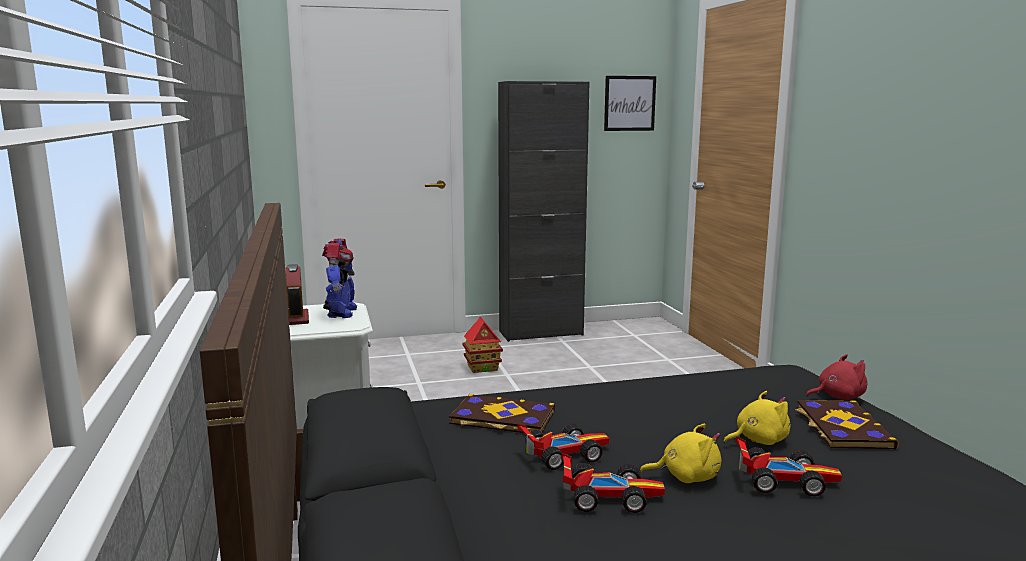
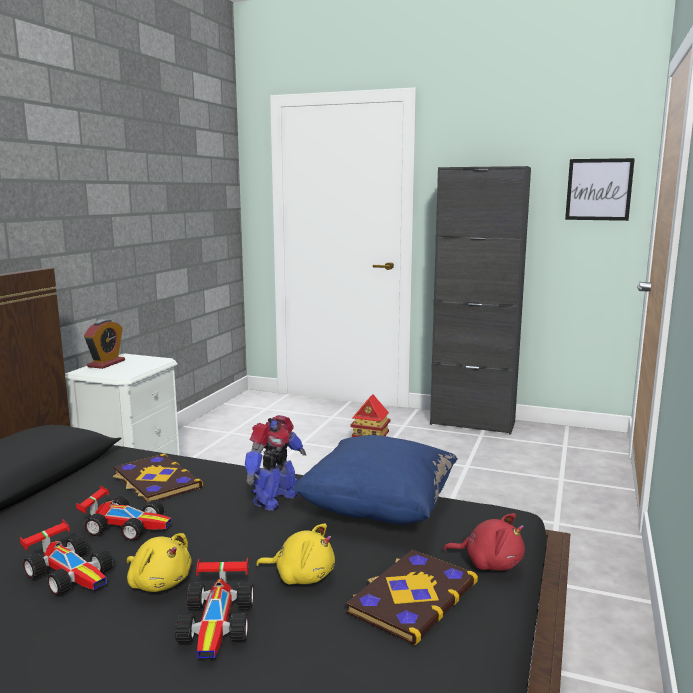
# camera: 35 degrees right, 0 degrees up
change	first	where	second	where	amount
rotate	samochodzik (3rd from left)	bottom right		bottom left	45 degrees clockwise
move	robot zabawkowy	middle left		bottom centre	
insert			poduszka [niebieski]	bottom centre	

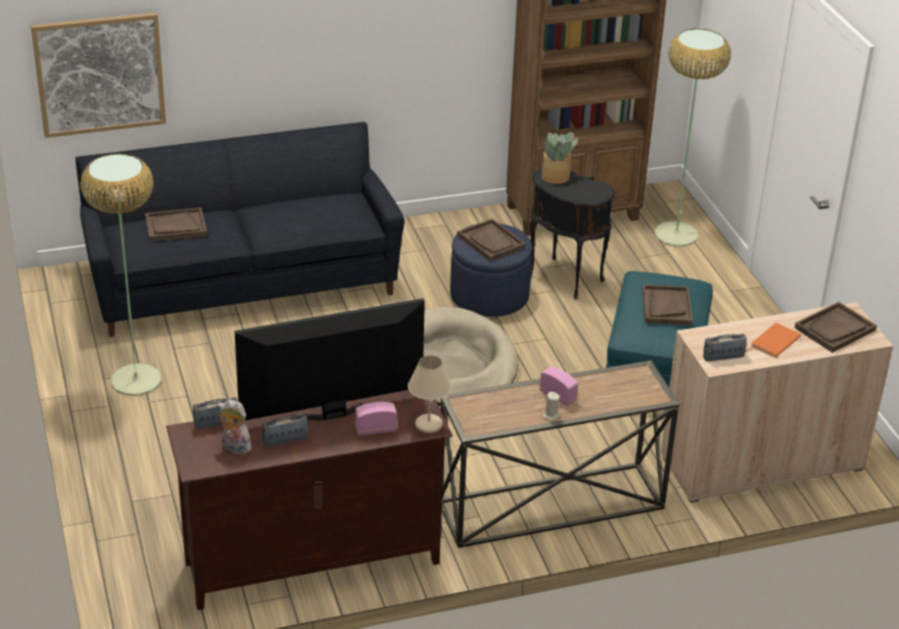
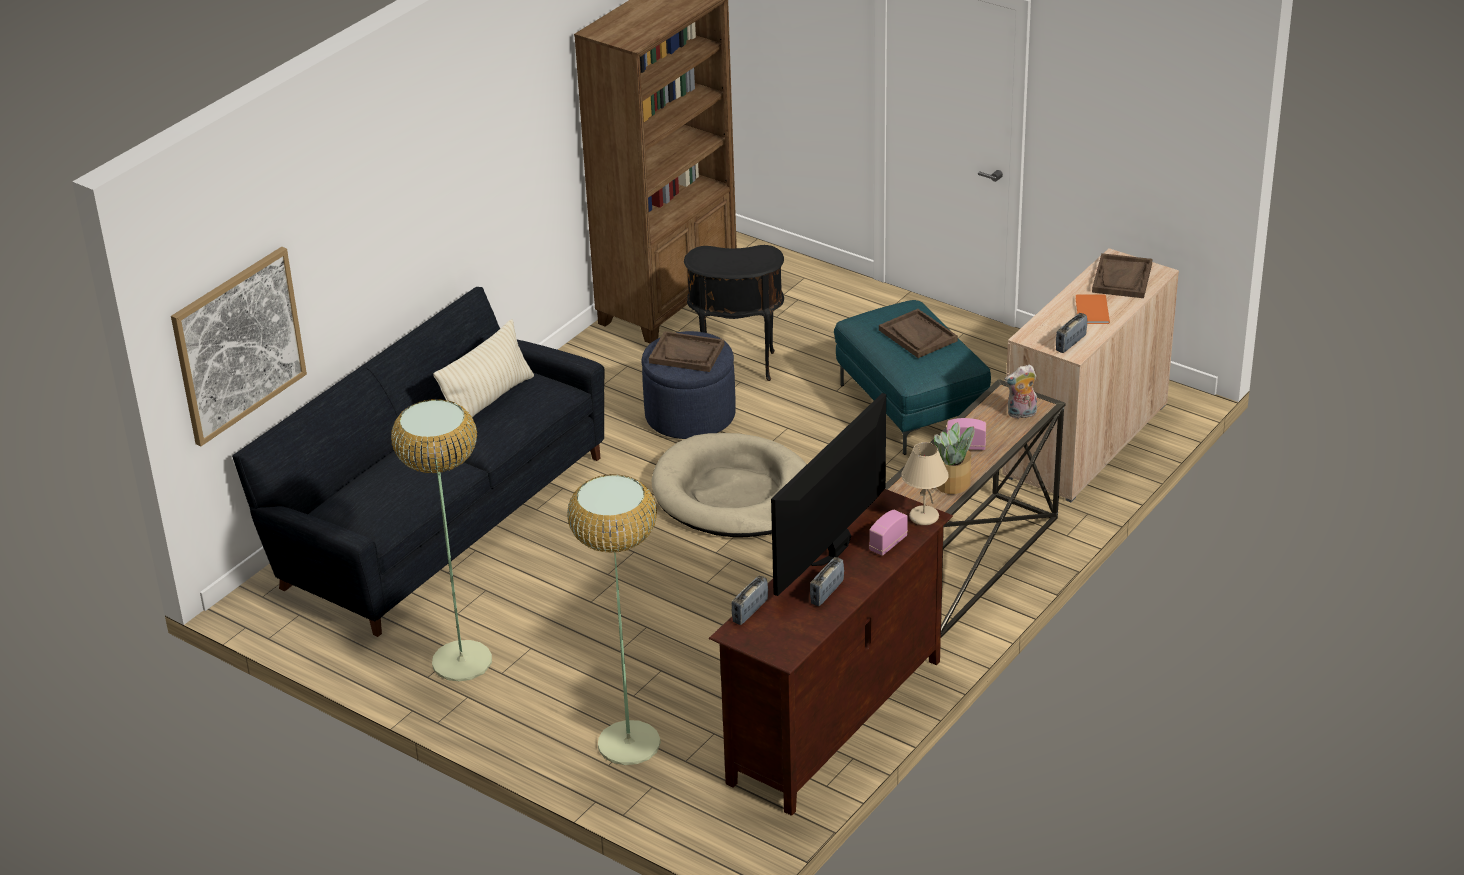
# camera: 35 degrees left, 0 degrees up
change	first	where	second	where	amount
insert			poduszka [beżowy]	middle left	
move	lampa stojąca (2nd from left)	top right		bottom centre	
move	roślina doniczkowa	top centre		centre	
move	pluszak	bottom left		middle right	
delete	taca [brązowy] (1st from left)	middle left			
delete	świeca [beżowy]	centre			

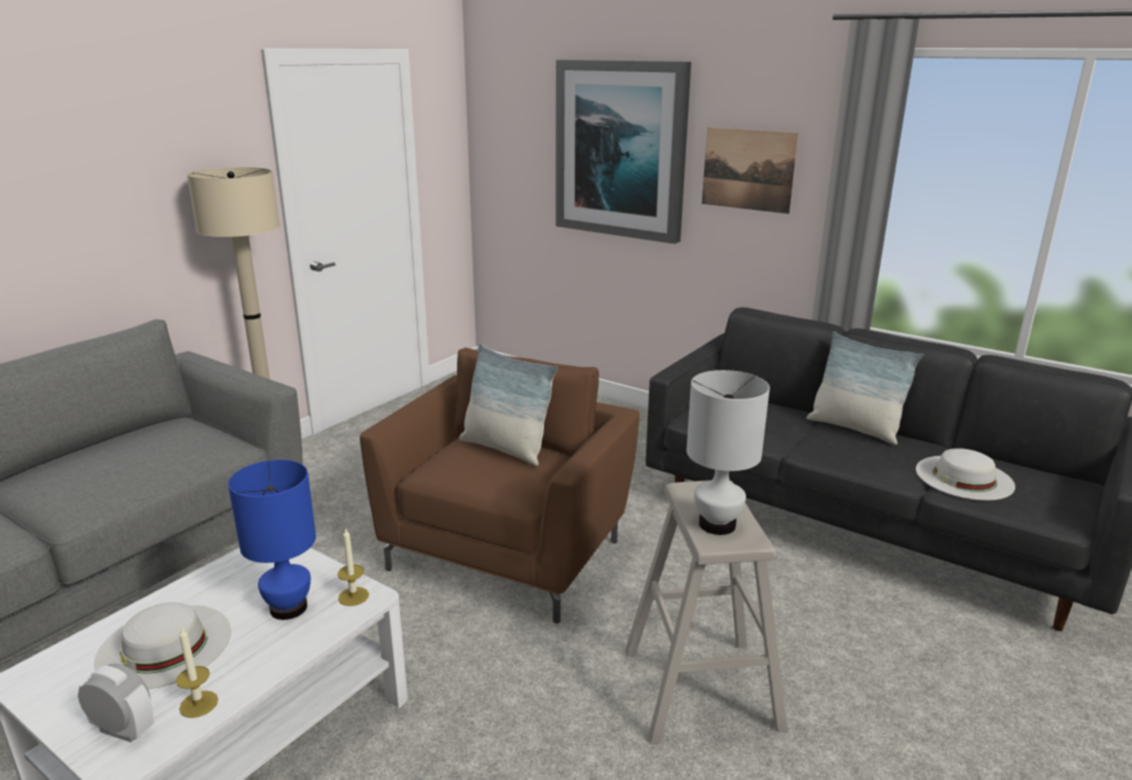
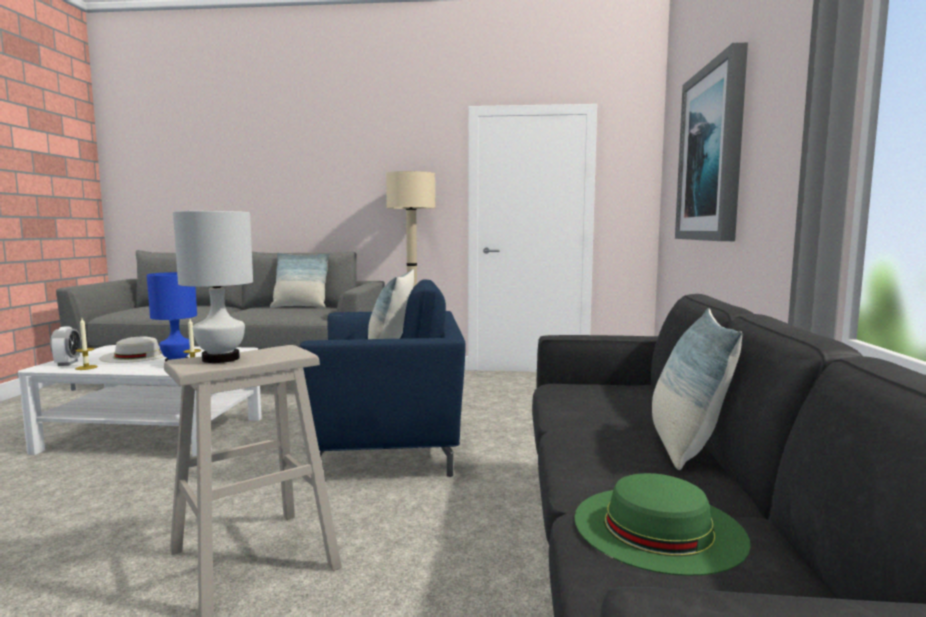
# camera: 60 degrees right, 15 degrees down
change	first	where	second	where	amount
insert			poduszka (1st from left)	middle left	
recolor	fotel [brązowy]	centre	fotel [niebieski]	centre	
recolor	kapelusz [biały] (2nd from left)	middle right	kapelusz [zielony]	bottom right	
delete	obraz (2nd from left)	top centre			

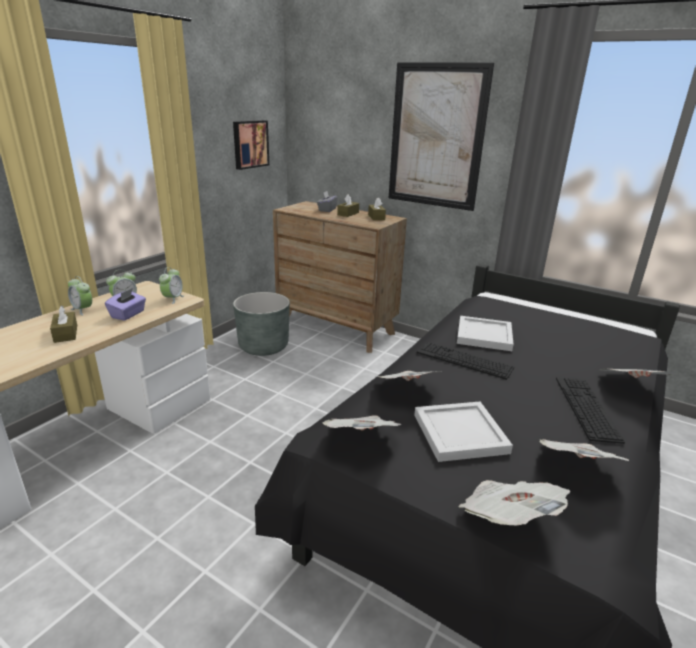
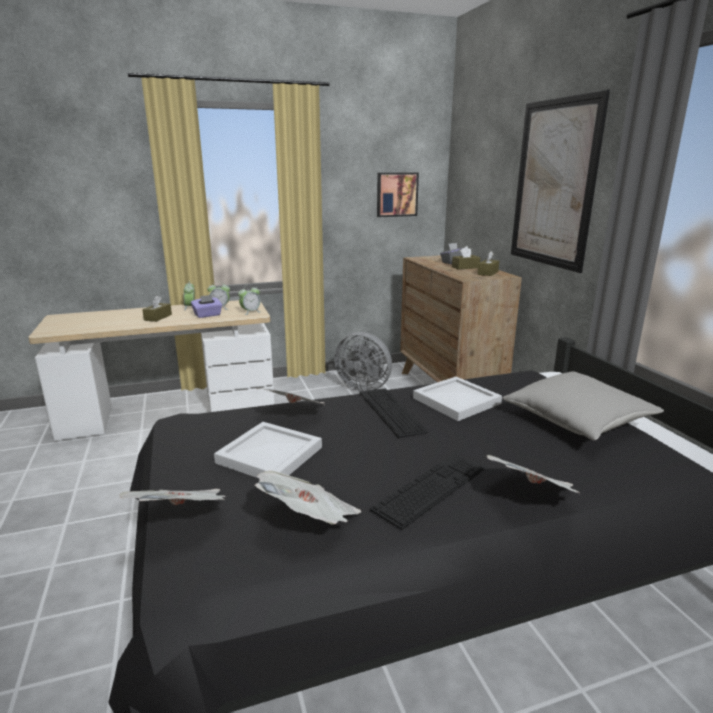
# camera: 40 degrees right, 5 degrees down
change	first	where	second	where	amount
replace	donica [szary]	centre	wentylator [szary]	centre	
insert			poduszka [szary]	middle right	
delete	gazeta (1st from left)	centre			

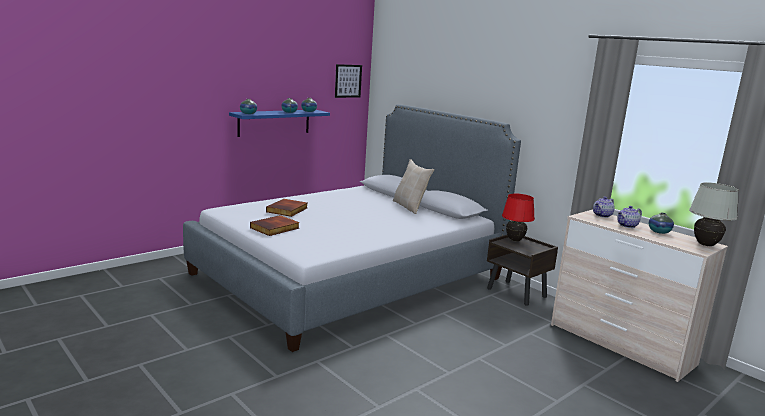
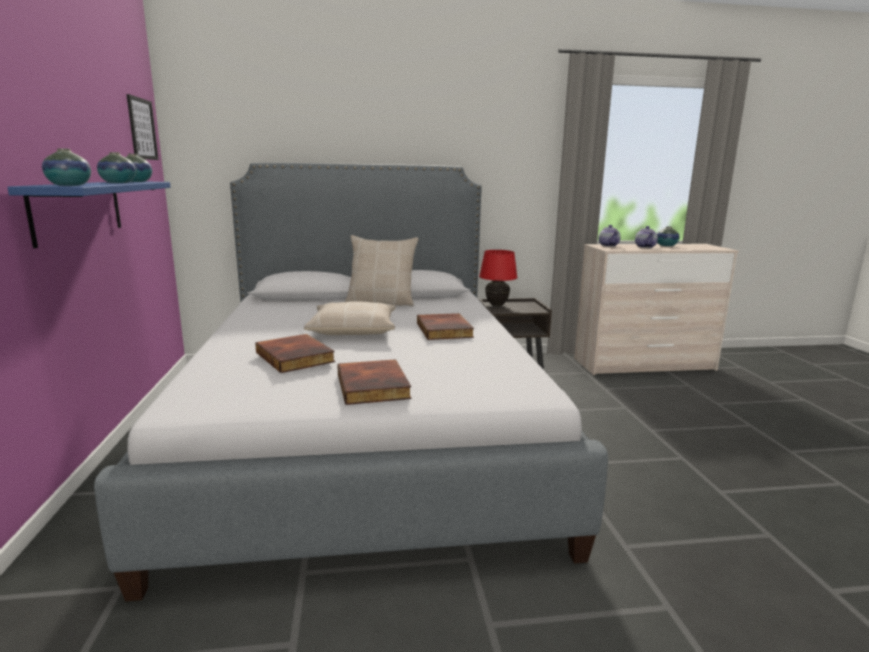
# camera: 55 degrees left, 0 degrees up
change	first	where	second	where	amount
insert			poduszka [beżowy] (1st from left)	centre	
insert			książka (3rd from left)	centre	
delete	lampa stołowa [biały]	middle right			

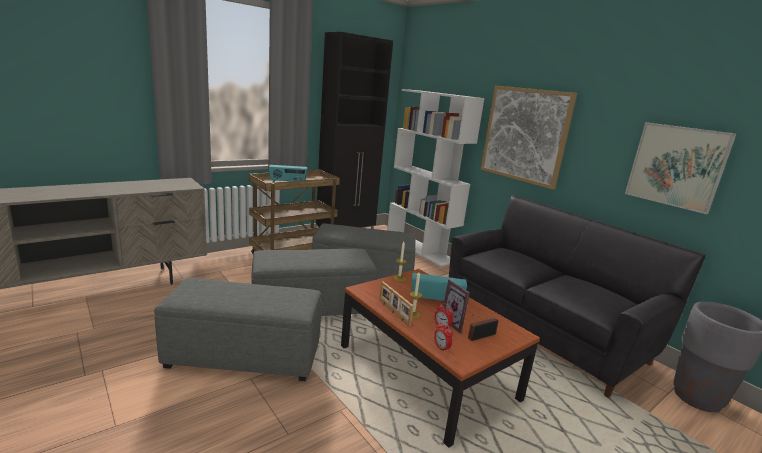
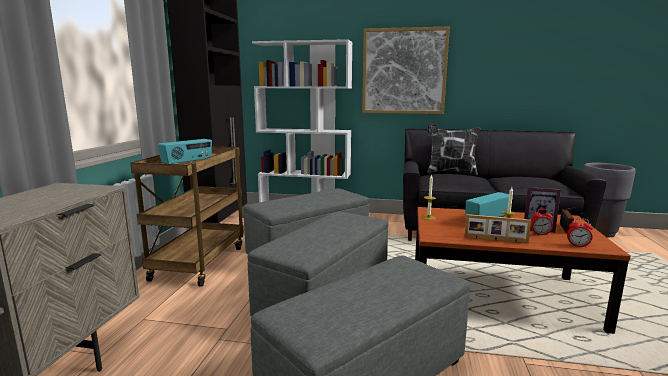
# camera: 40 degrees left, 5 degrees down
change	first	where	second	where	amount
insert			poduszka	middle right	
delete	obraz (2nd from left)	middle right			

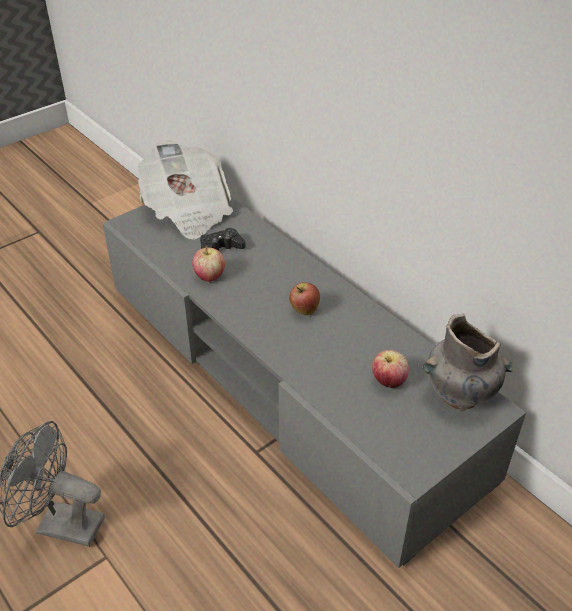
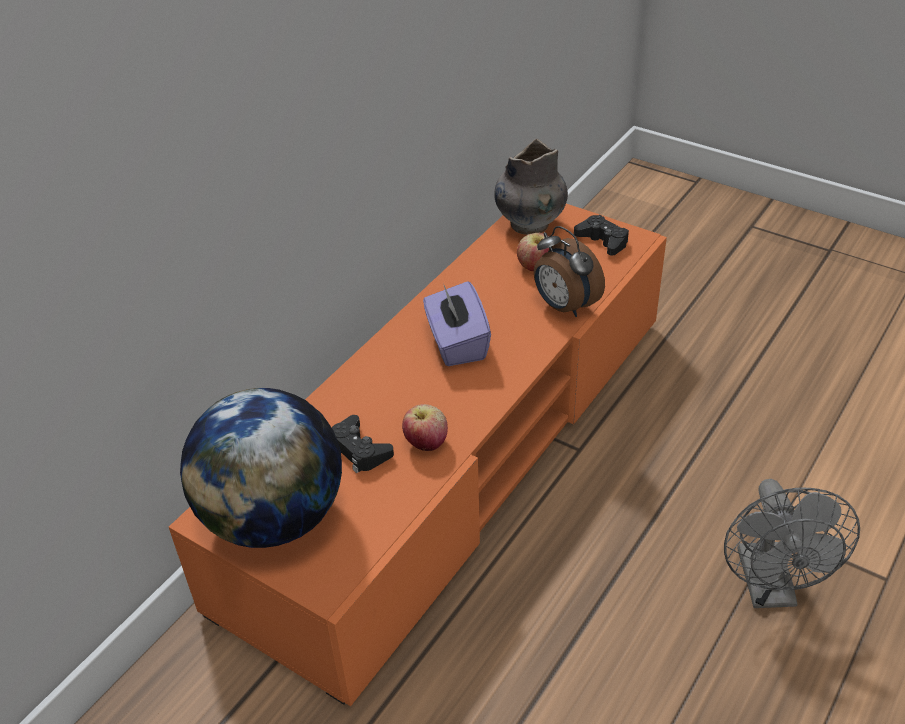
# camera: 105 degrees left, 0 degrees up
change	first	where	second	where	amount
recolor	szafka pod telewizor [szary]	centre	szafka pod telewizor [pomarańczowy]	centre	
replace	gazeta	top left	globus	middle left	
replace	jabłko (2nd from left)	centre	pudełko chusteczek [fioletowy]	centre	
insert			budzik	centre	
insert			pad do gier [czarny] (2nd from left)	top centre	

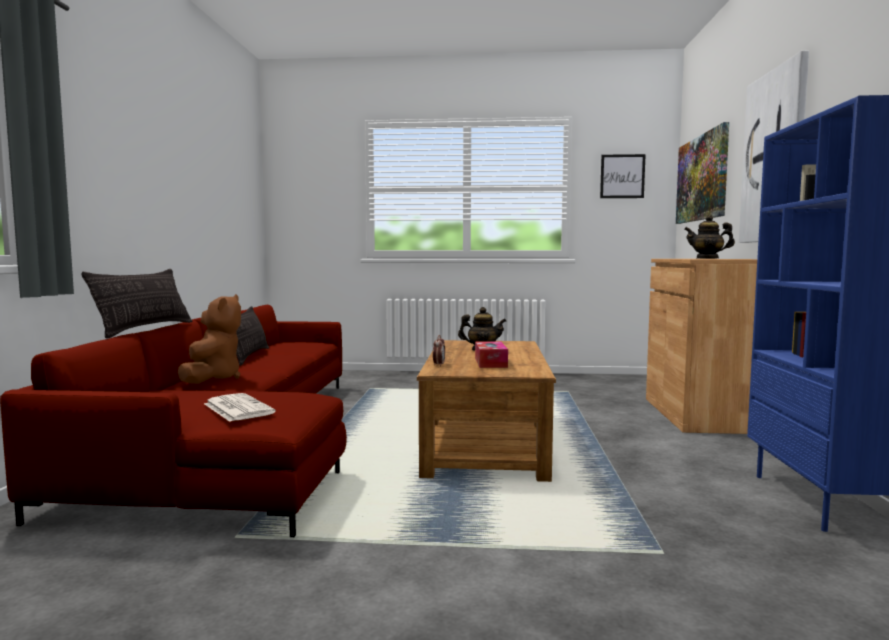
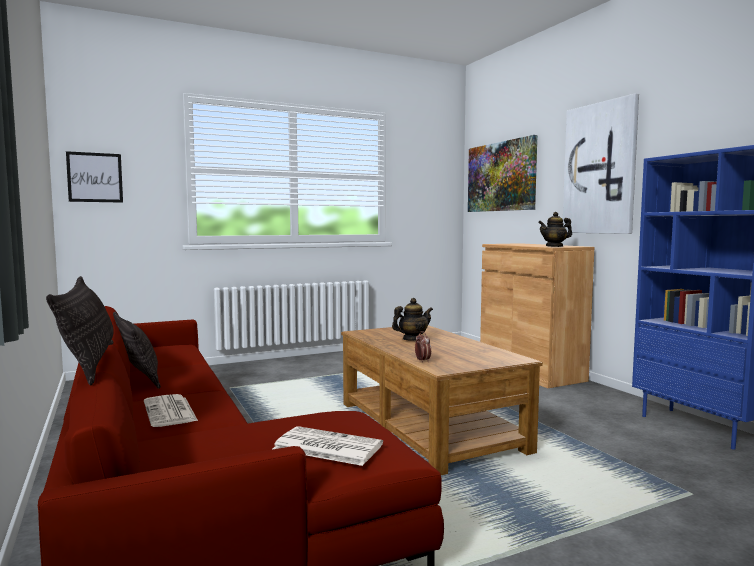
# camera: 30 degrees left, 0 degrees up
change	first	where	second	where	amount
move	obraz (1st from left)	top right		top left	
replace	pluszak [brązowy]	middle left	gazeta (1st from left)	bottom left	
delete	pudełko chusteczek	centre			

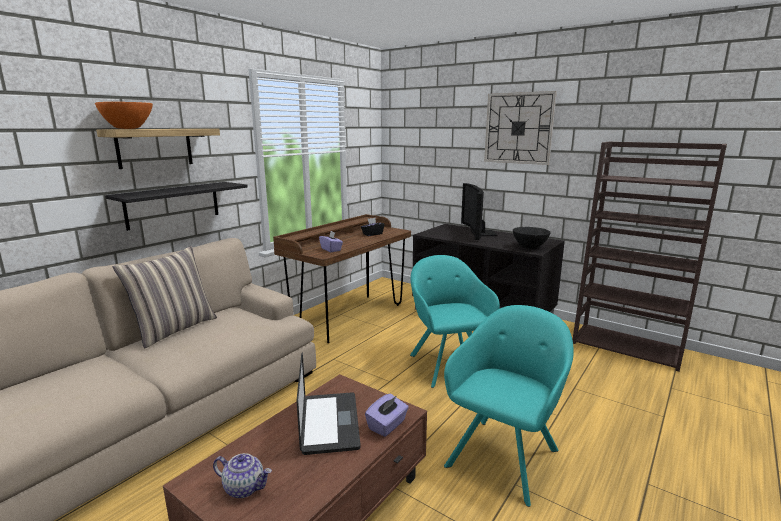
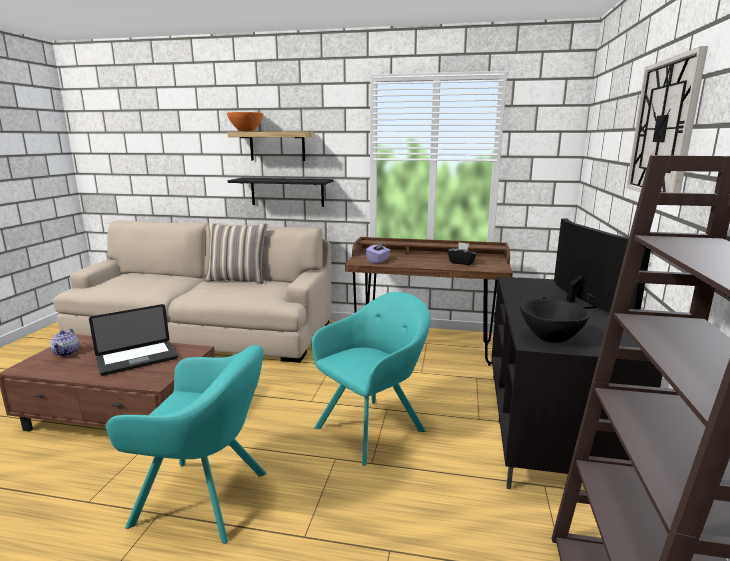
# camera: 65 degrees right, 0 degrees up
change	first	where	second	where	amount
rotate	telewizor	centre		middle right	105 degrees clockwise
delete	pudełko chusteczek [fioletowy] (2nd from left)	bottom centre			

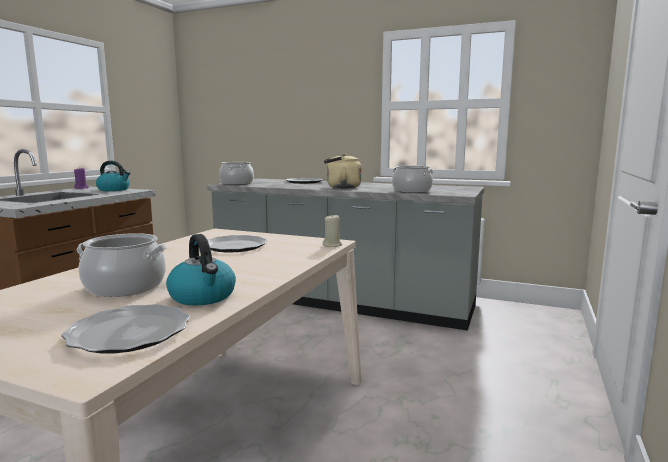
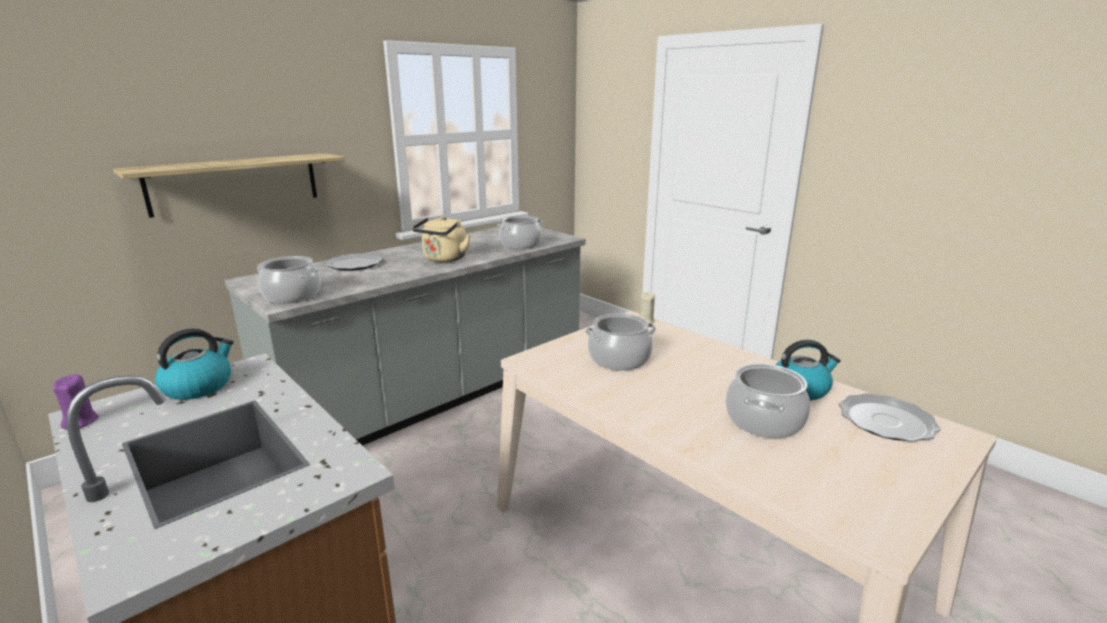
# camera: 65 degrees left, 10 degrees up
change	first	where	second	where	amount
insert			półka	top left	
replace	talerz (2nd from left)	centre	garnek (3rd from left)	centre	

